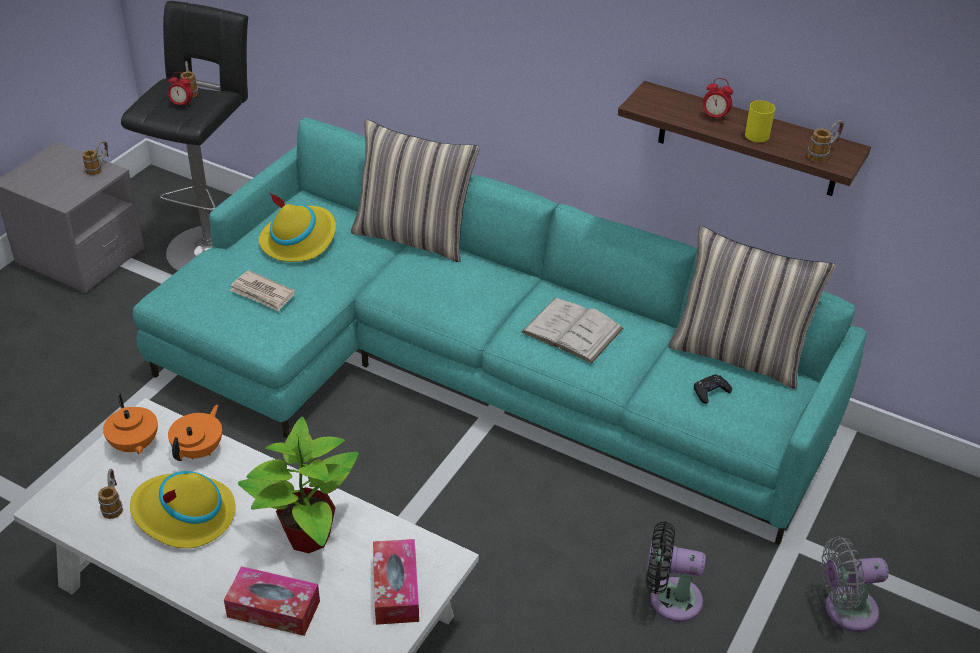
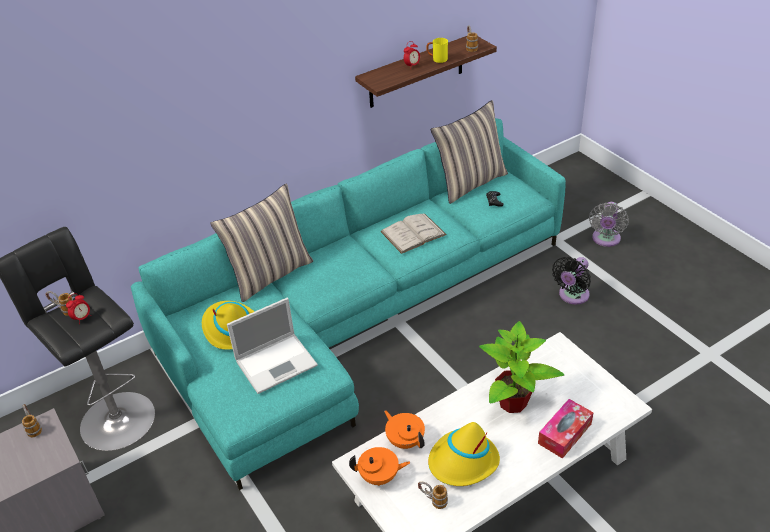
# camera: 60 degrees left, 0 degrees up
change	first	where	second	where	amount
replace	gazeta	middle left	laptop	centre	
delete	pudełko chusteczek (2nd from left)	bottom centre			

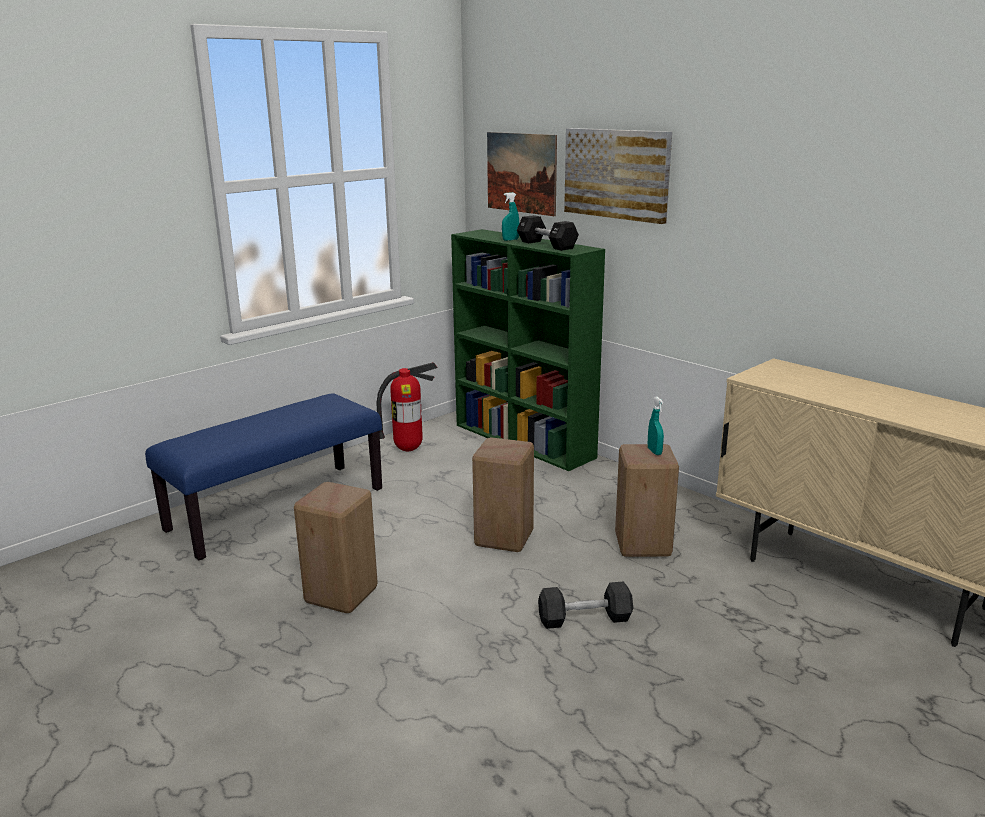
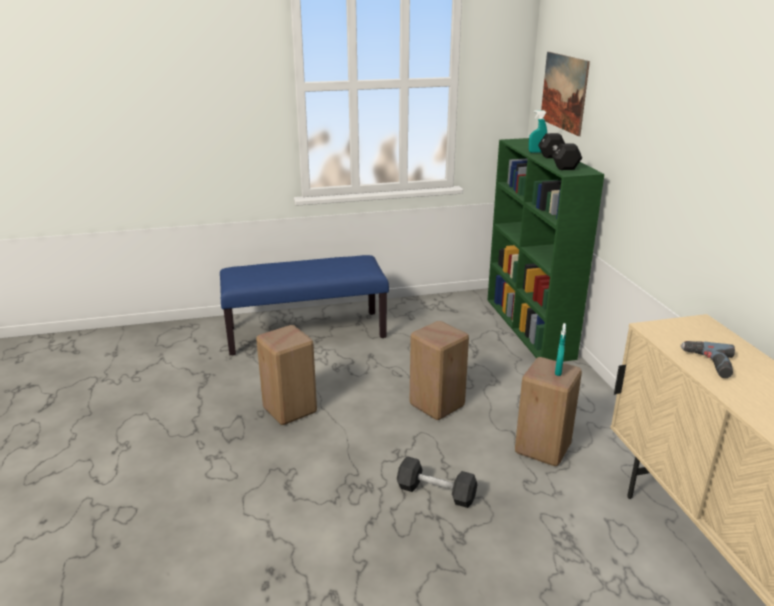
# camera: 30 degrees right, 5 degrees up
change	first	where	second	where	amount
insert			wiertarka	middle right	
delete	gaśnica	centre			
delete	obraz (2nd from left)	top centre			

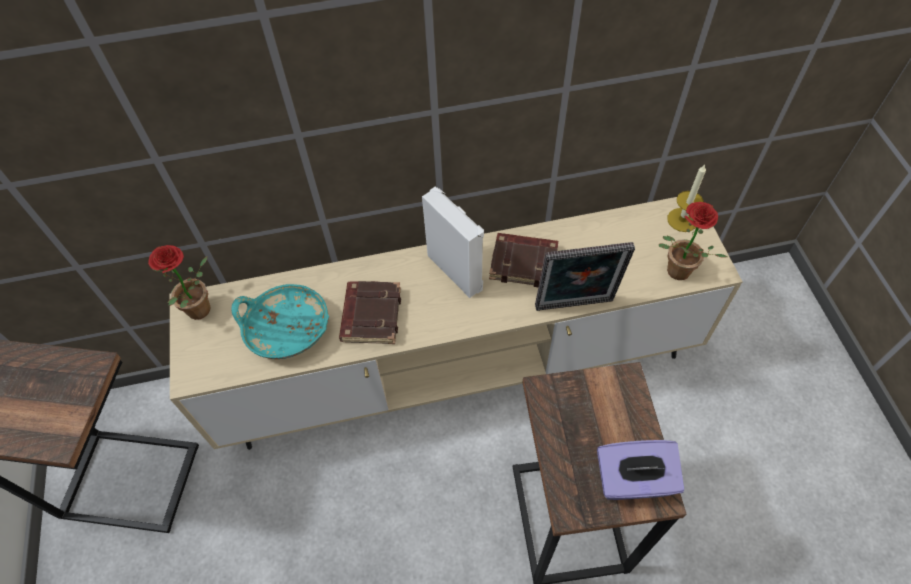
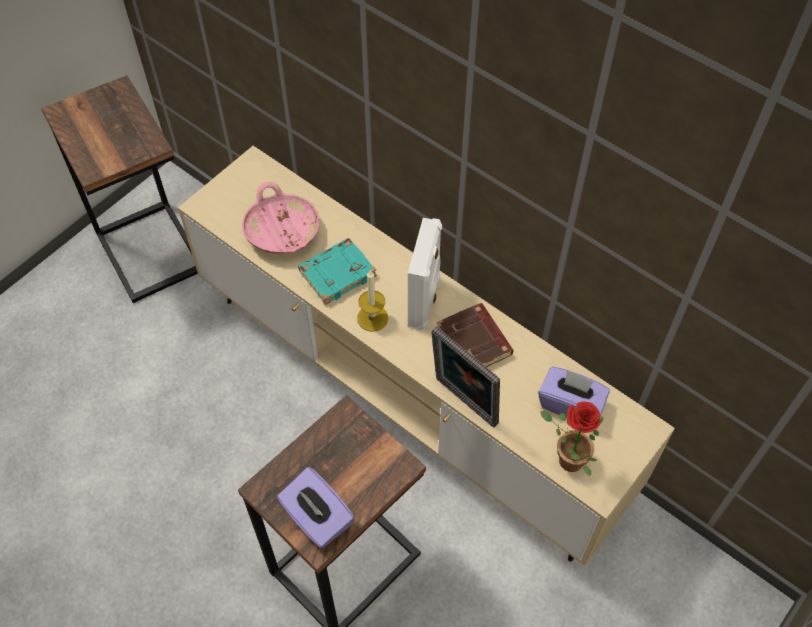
# camera: 50 degrees right, 0 degrees up
change	first	where	second	where	amount
recolor	miska [turkusowy]	middle left	miska [różowy]	centre	
recolor	książka [brązowy] (1st from left)	centre	książka [turkusowy]	centre	
move	świeca	middle right		centre	
insert			pudełko chusteczek [fioletowy] (2nd from left)	middle right	
delete	roślina doniczkowa (1st from left)	middle left			

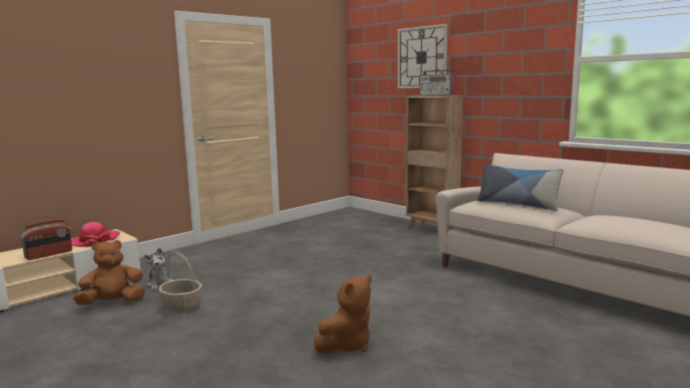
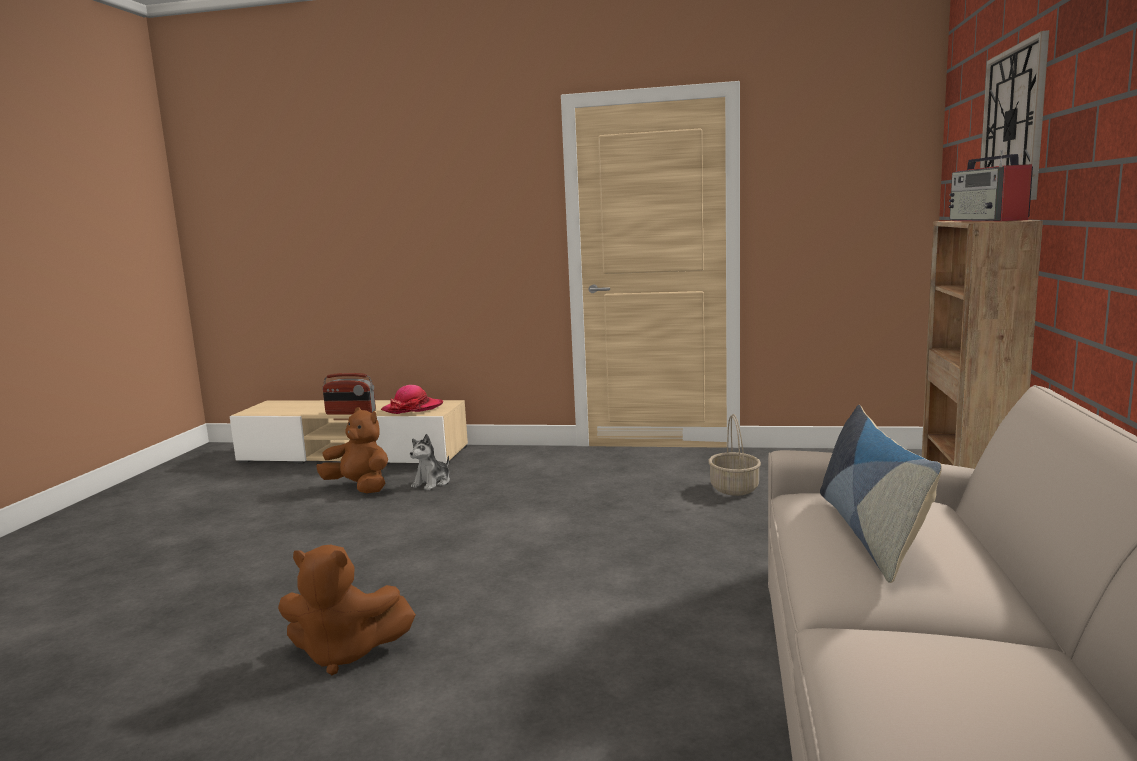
# camera: 55 degrees right, 0 degrees up
change	first	where	second	where	amount
move	koszyk	bottom left		centre	

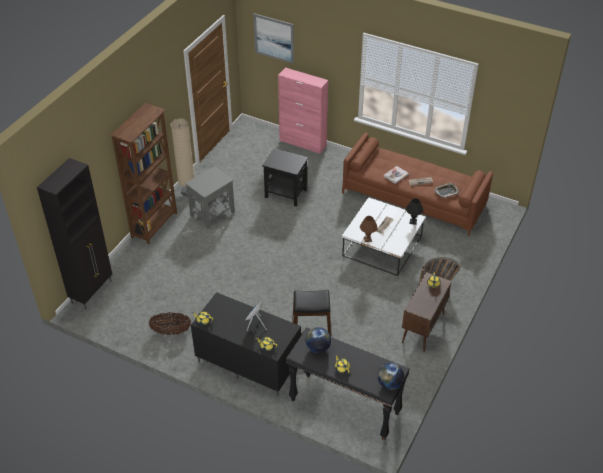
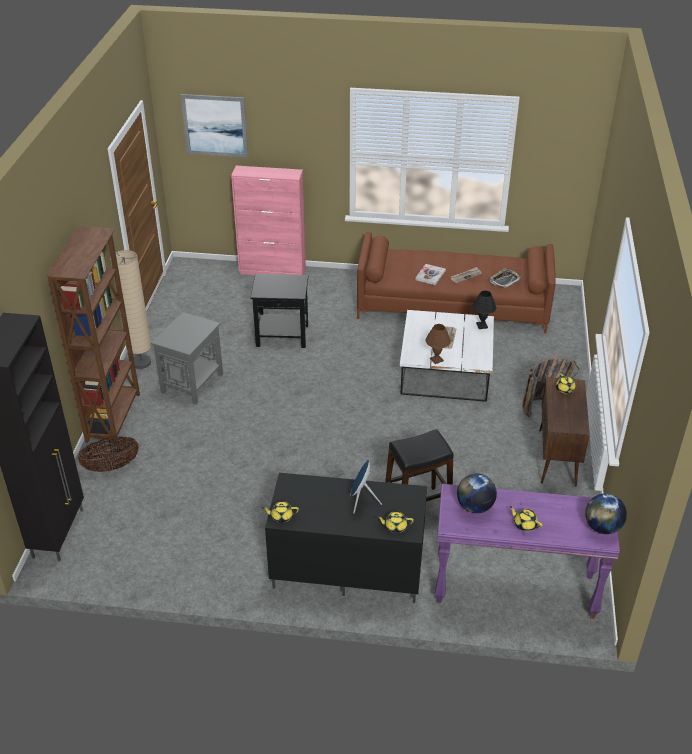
# camera: 20 degrees left, 5 degrees down
change	first	where	second	where	amount
move	koszyk (1st from left)	bottom left		middle left	
recolor	stolik konsolowy [czarny]	bottom centre	stolik konsolowy [fioletowy]	bottom right	

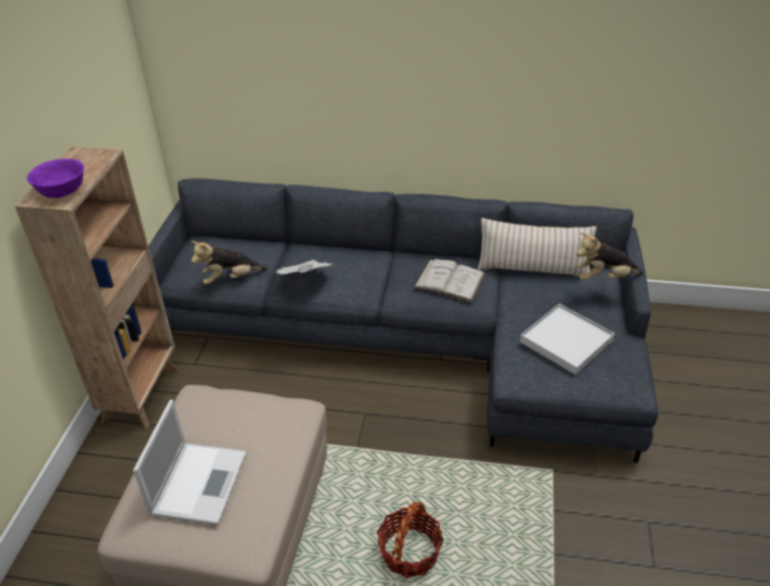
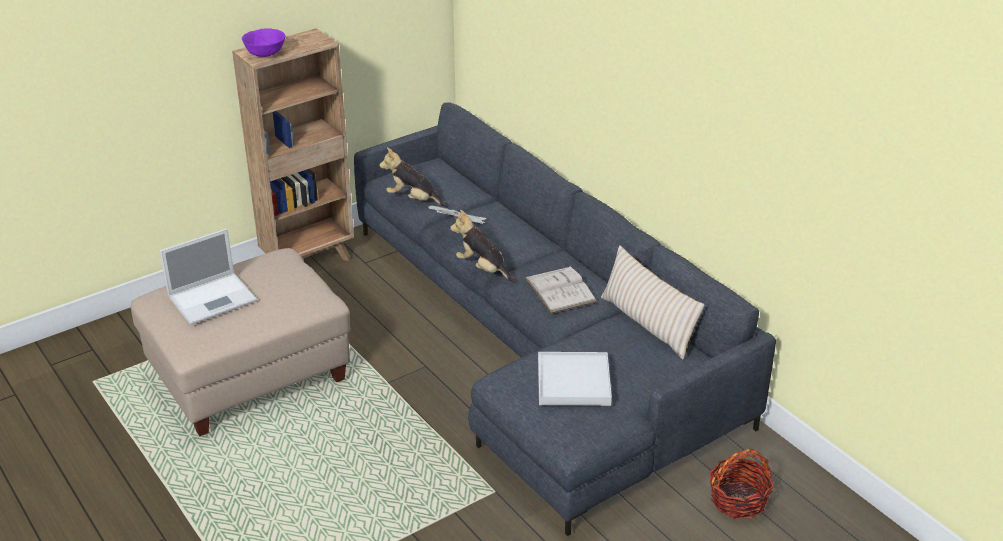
# camera: 45 degrees right, 5 degrees down
change	first	where	second	where	amount
move	pluszak (2nd from left)	middle right		centre	
move	koszyk	bottom centre		bottom right	

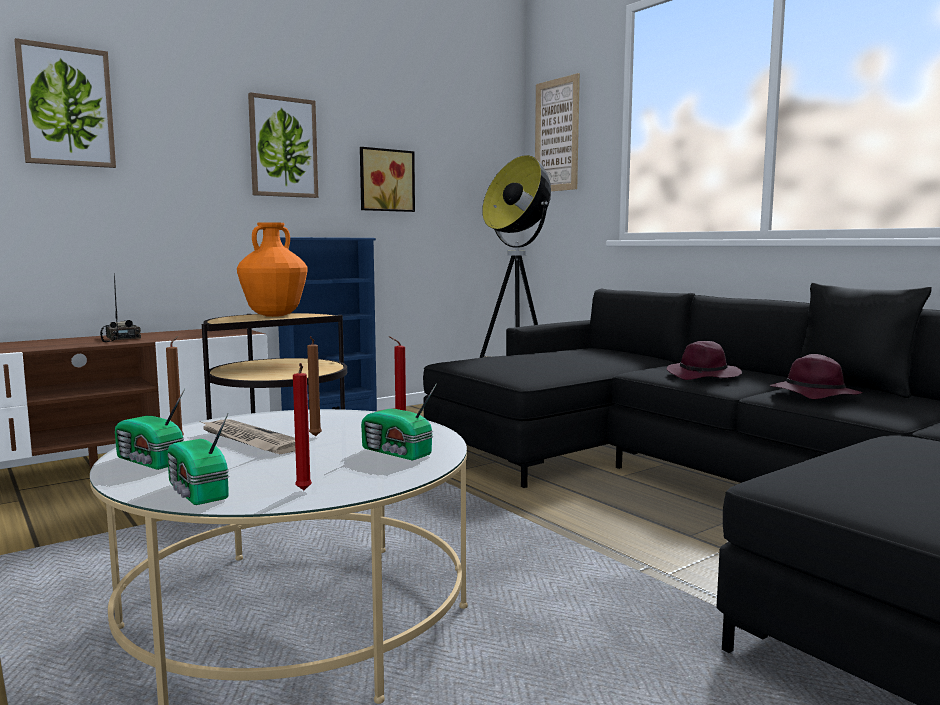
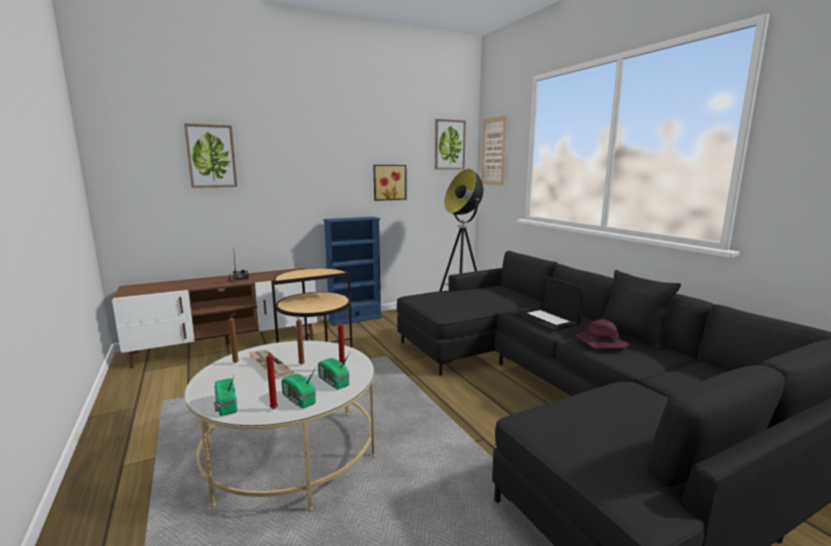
# camera: 10 degrees right, 5 degrees up
change	first	where	second	where	amount
move	radio (2nd from left in the first image)	middle left	radio (3rd from left)	bottom centre	
move	obraz (2nd from left in the first image)	top left	obraz (3rd from left)	top centre	
replace	kapelusz [fioletowy] (1st from left)	middle right	laptop	centre	
delete	wazon [pomarańczowy]	middle left			

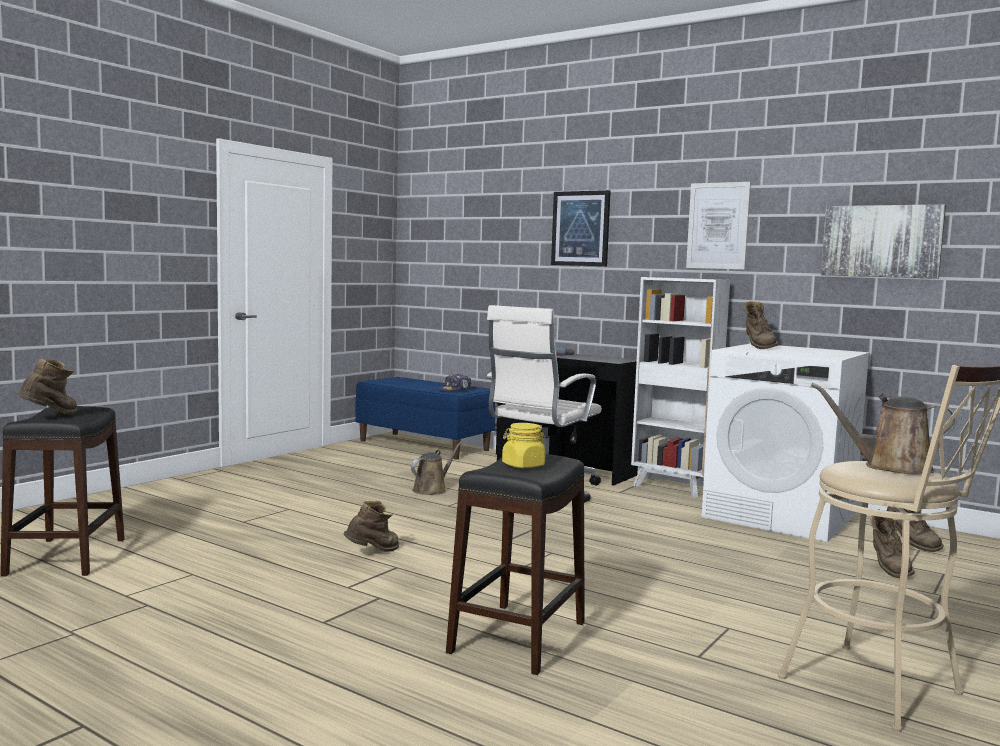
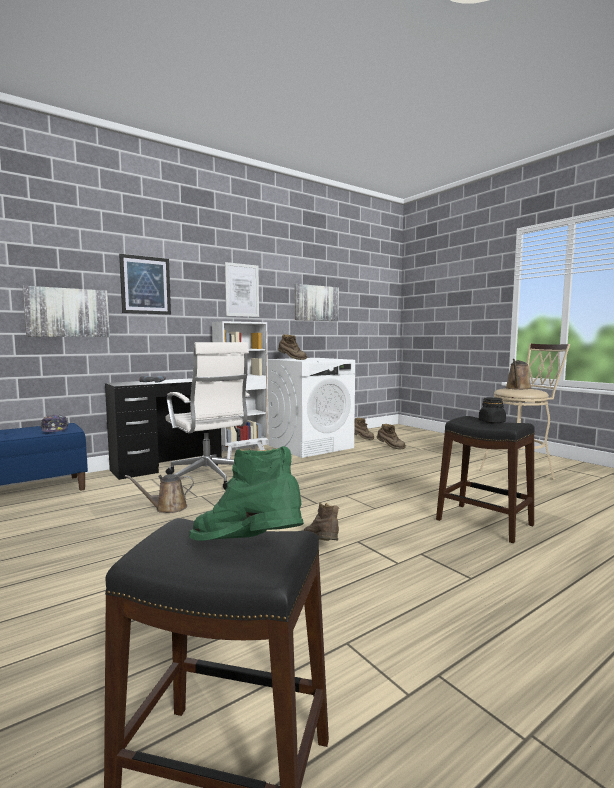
# camera: 70 degrees left, 0 degrees up
change	first	where	second	where	amount
insert			obraz (1st from left)	middle left	
rotate	konewka [brązowy] (1st from left)	centre		middle left	75 degrees counterclockwise
recolor	but z cholewką [brązowy] (1st from left)	middle left	but z cholewką [zielony]	centre	
recolor	słoik [żółty]	centre	słoik [czarny]	middle right	

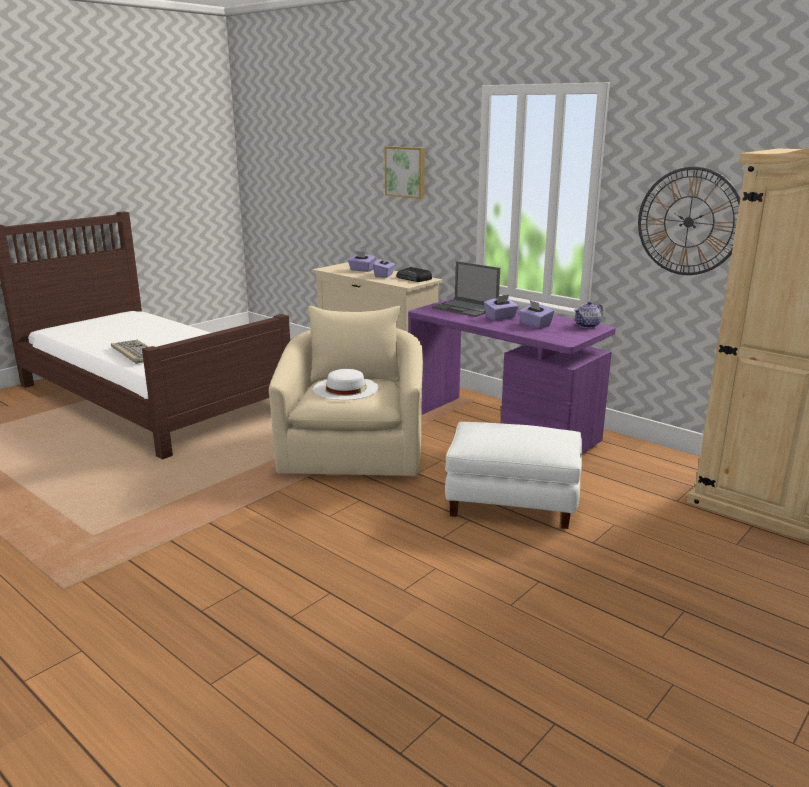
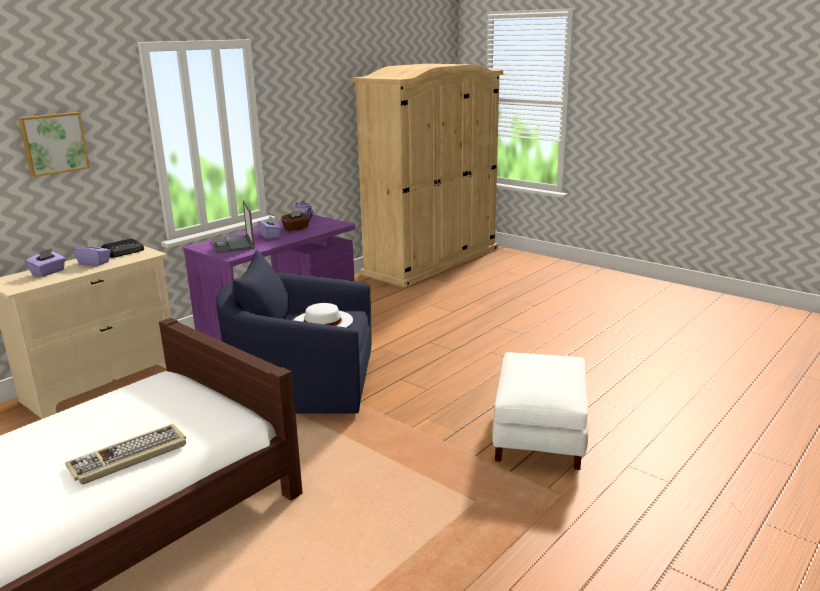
# camera: 90 degrees left, 0 degrees up
change	first	where	second	where	amount
rotate	laptop	centre		middle left	120 degrees clockwise
recolor	fotel [beżowy]	centre	fotel [niebieski]	centre	
recolor	pudełko chusteczek [fioletowy] (4th from left)	centre	pudełko chusteczek [brązowy]	centre	
move	pufa [biały]	centre		bottom centre	
delete	zegar ścienny	top right			

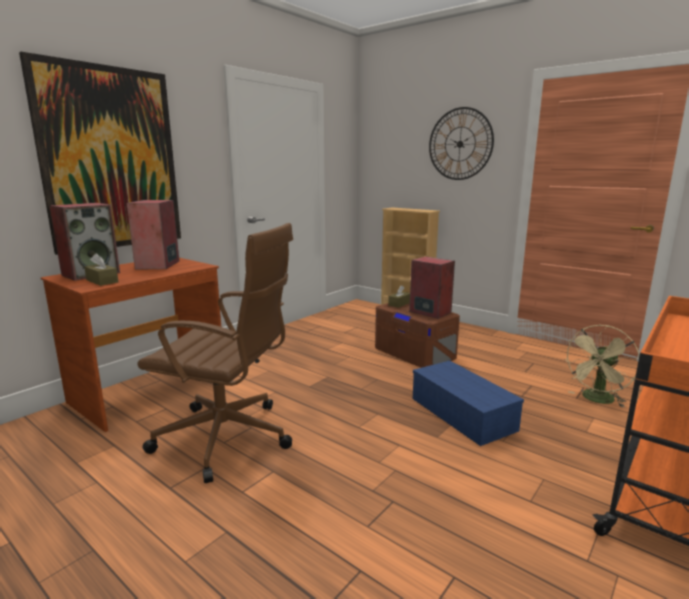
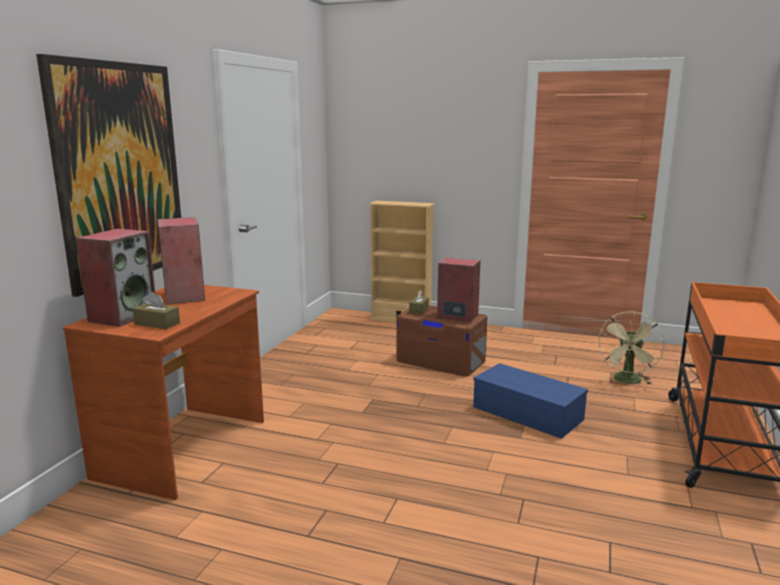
# camera: 20 degrees left, 0 degrees up
change	first	where	second	where	amount
delete	krzesło biurowe [brązowy]	middle left			
delete	zegar ścienny	top right			

